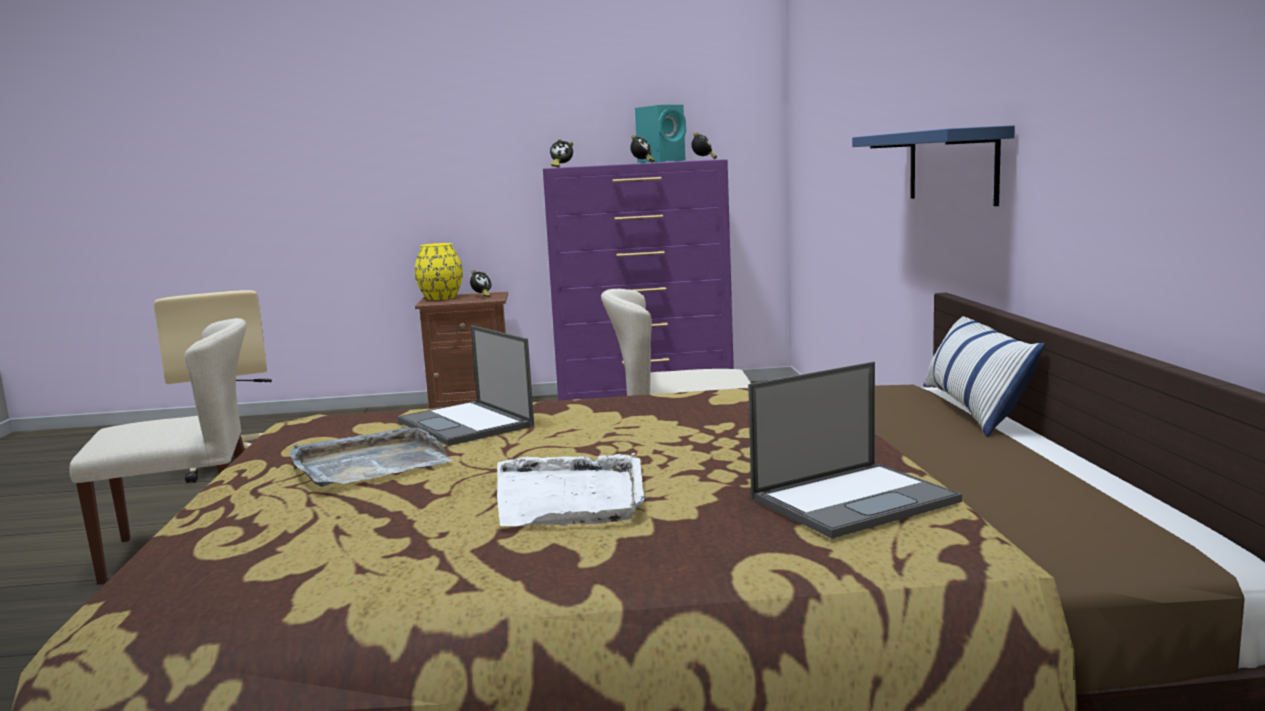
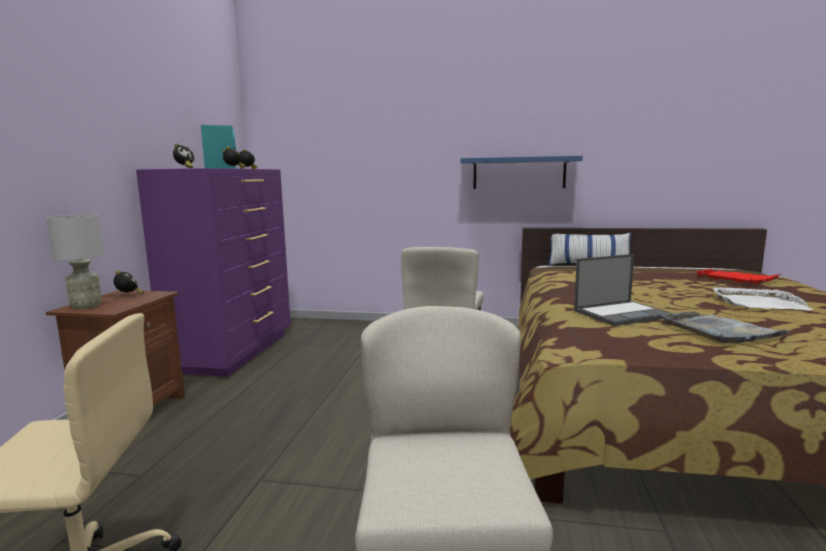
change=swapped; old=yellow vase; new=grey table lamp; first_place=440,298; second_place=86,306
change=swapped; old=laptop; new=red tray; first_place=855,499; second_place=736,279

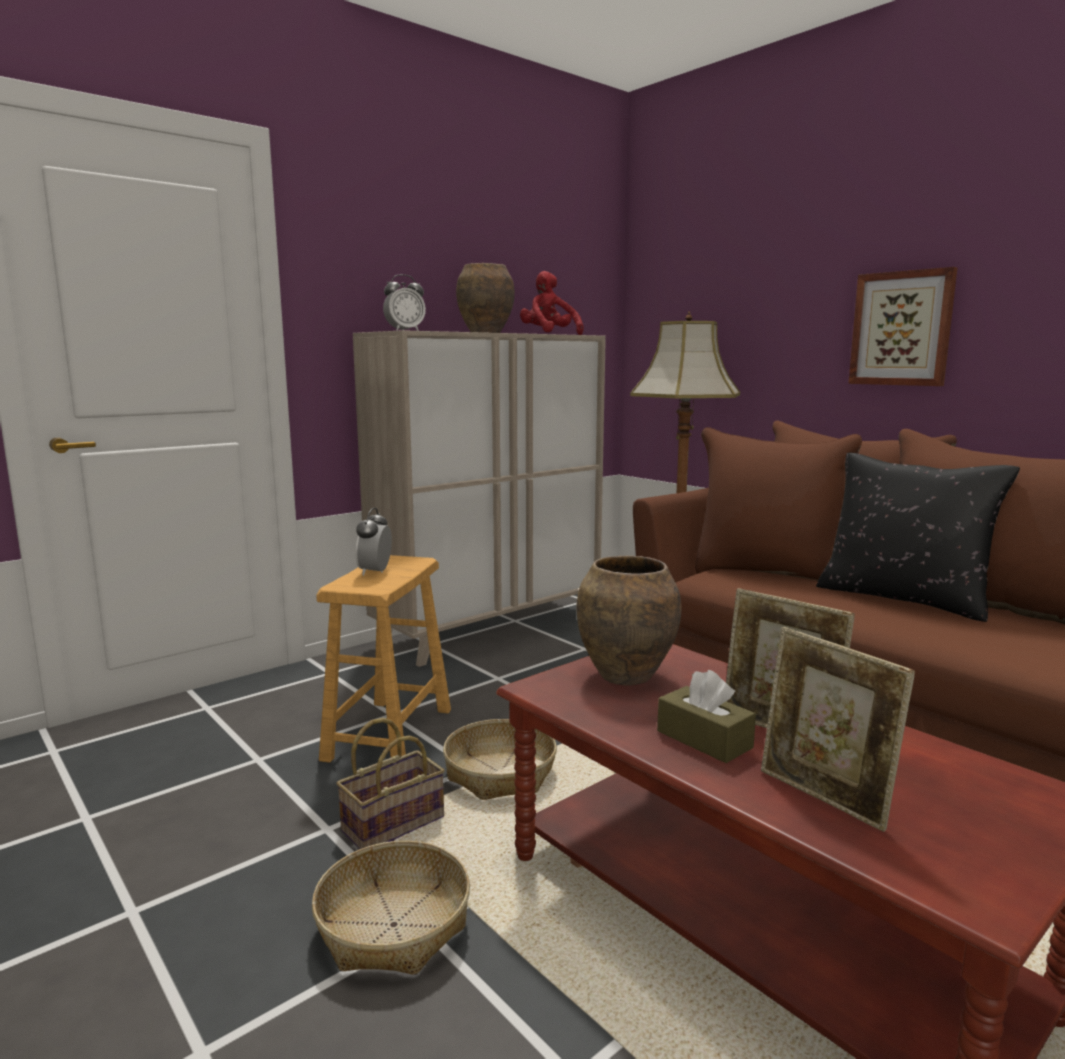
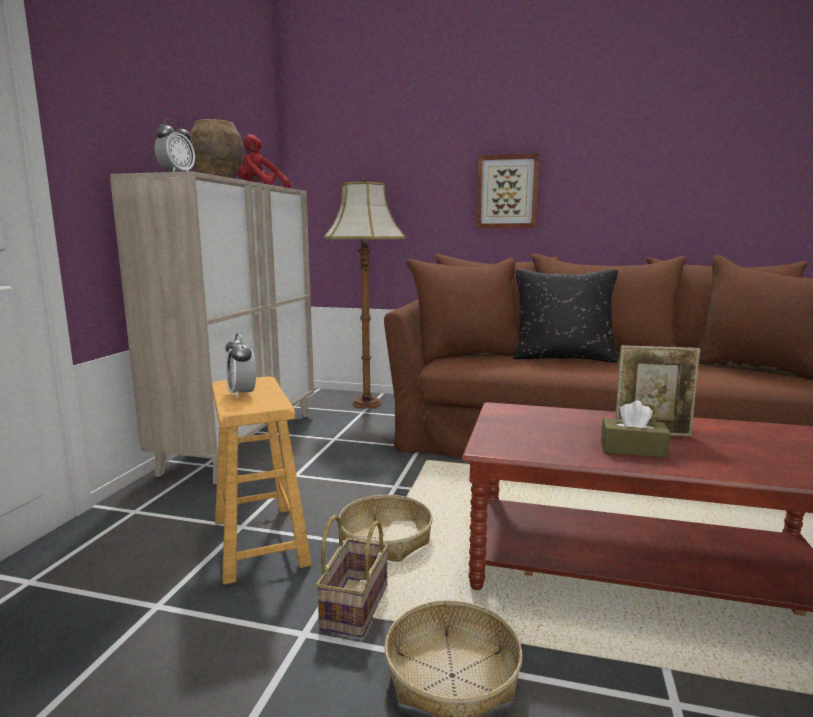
change=gone; old=brown vase; first_place=624,675
change=gone; old=picture frame; first_place=824,798

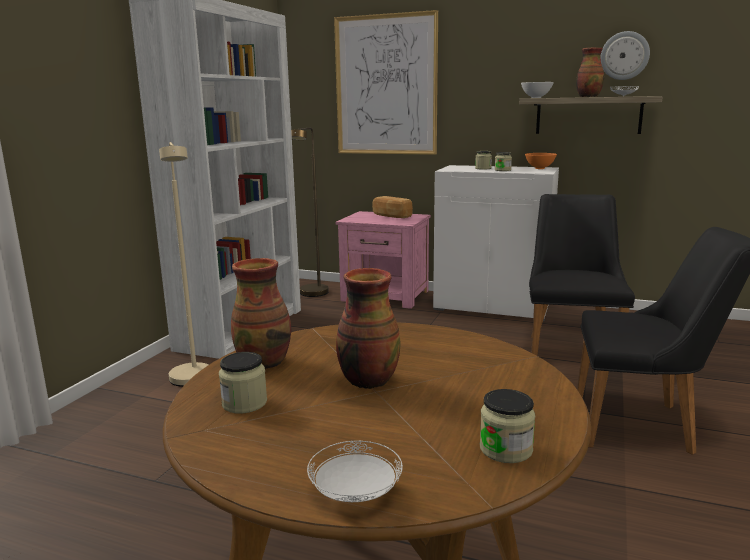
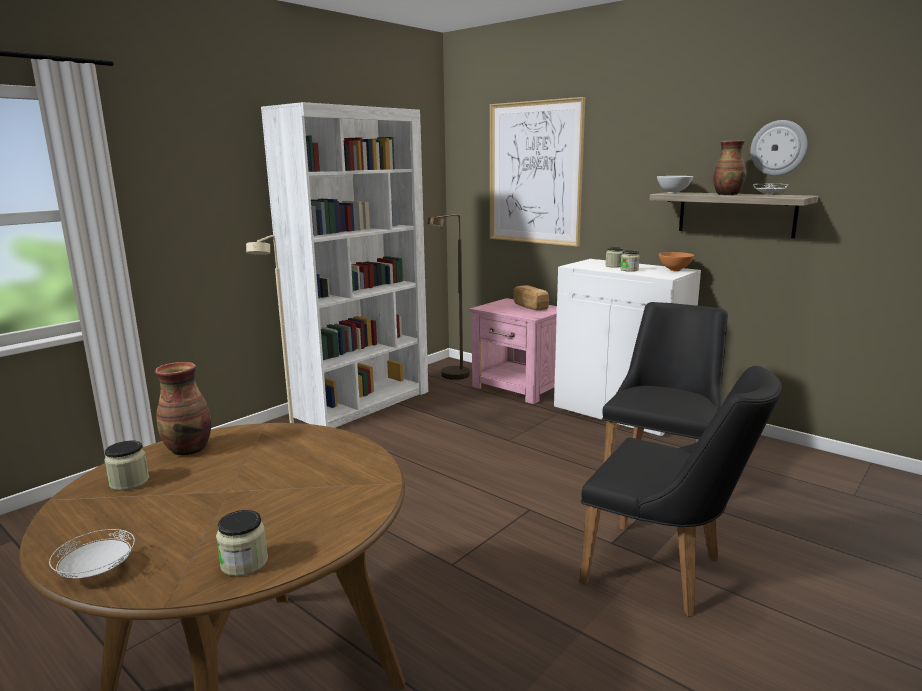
change=gone; old=vase; first_place=367,380

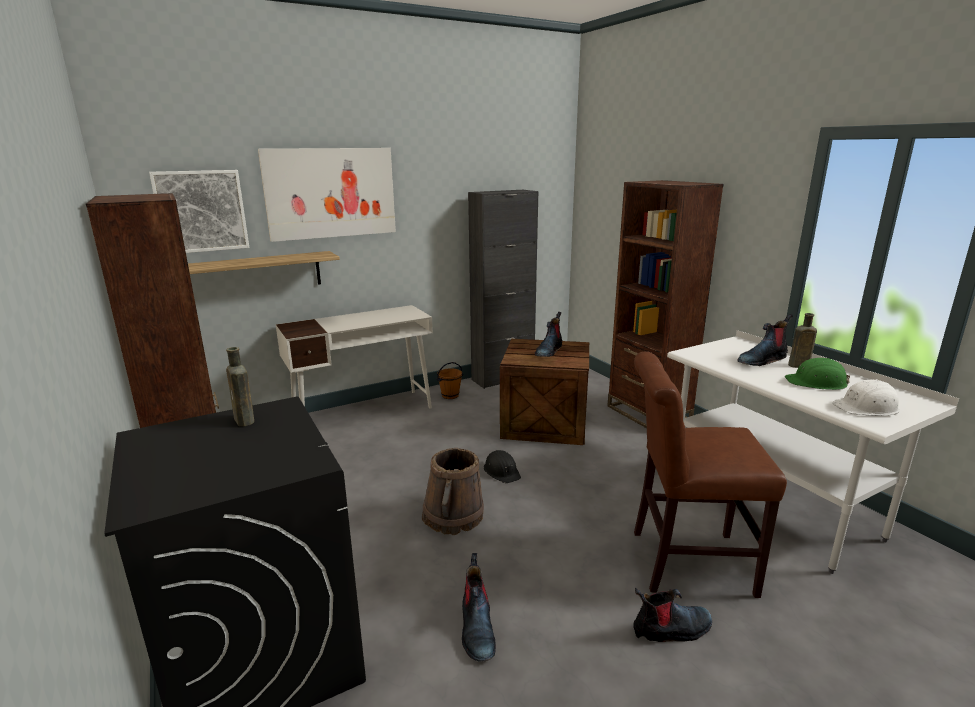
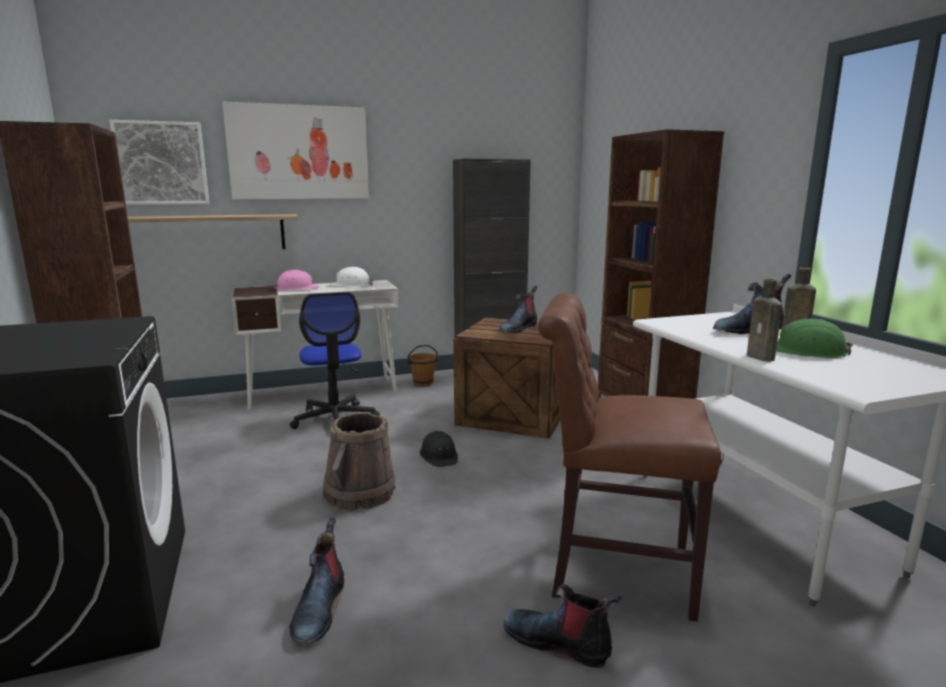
change=shifted; old=brown bottle; first_place=245,421; second_place=762,358
change=shifted; old=white hard hat; first_place=867,407; second_place=351,285
change=rotated; old=boot; first_place=671,630; second_place=558,643; degrees=-150
change=new; new=pink hard hat; second_place=297,289
change=new; new=office chair; second_place=335,419

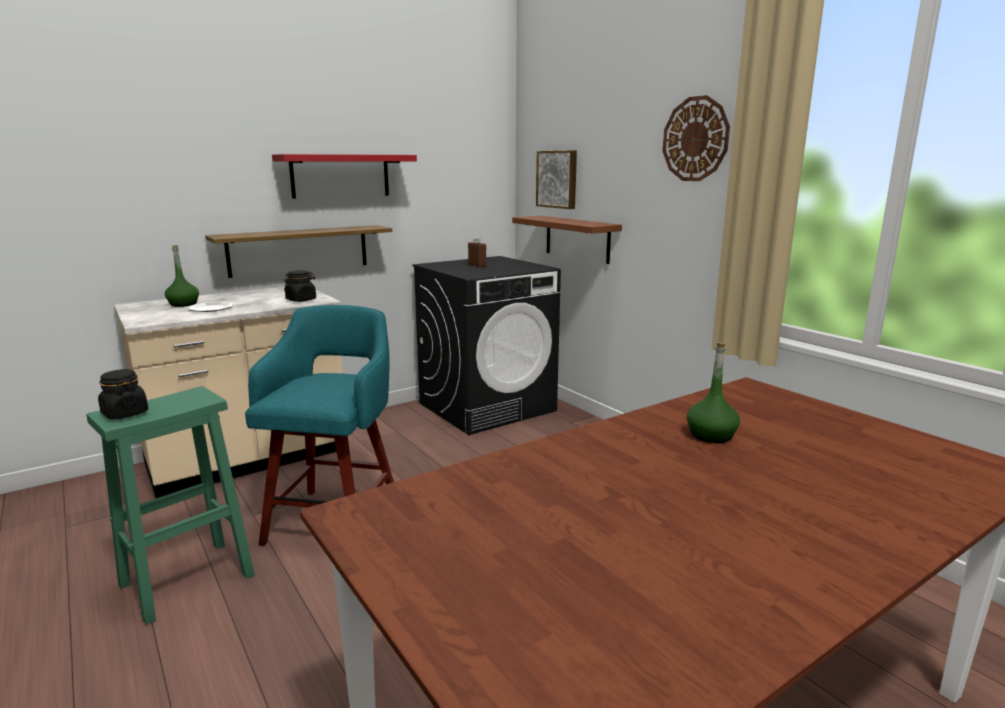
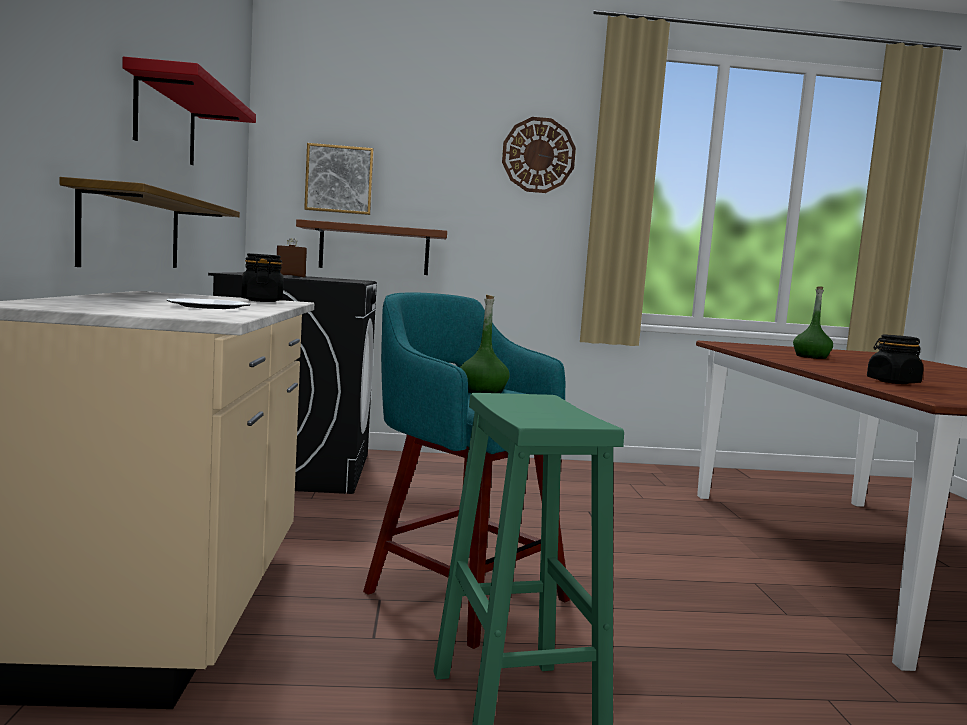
change=shifted; old=green bottle; first_place=183,304; second_place=483,391
change=shifted; old=black jar; first_place=125,413; second_place=893,382

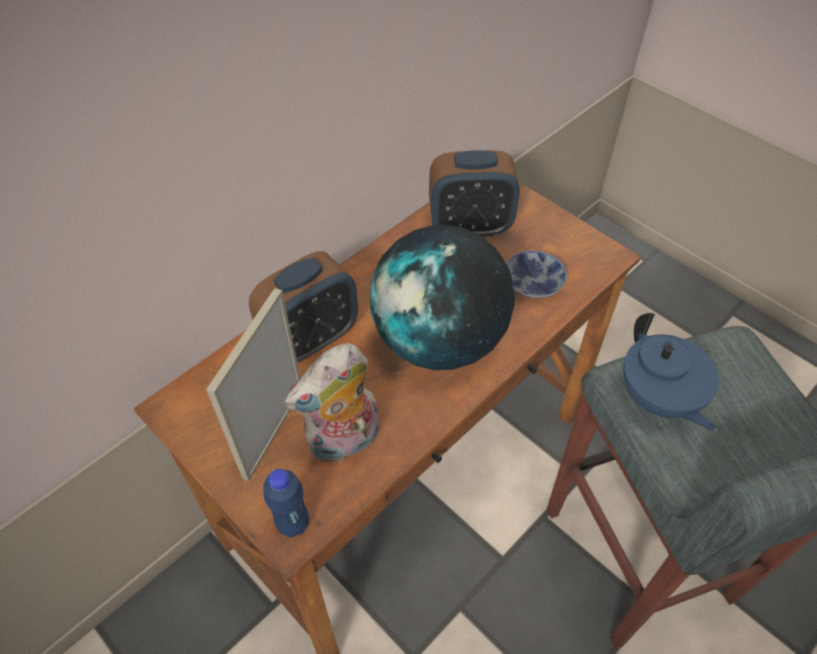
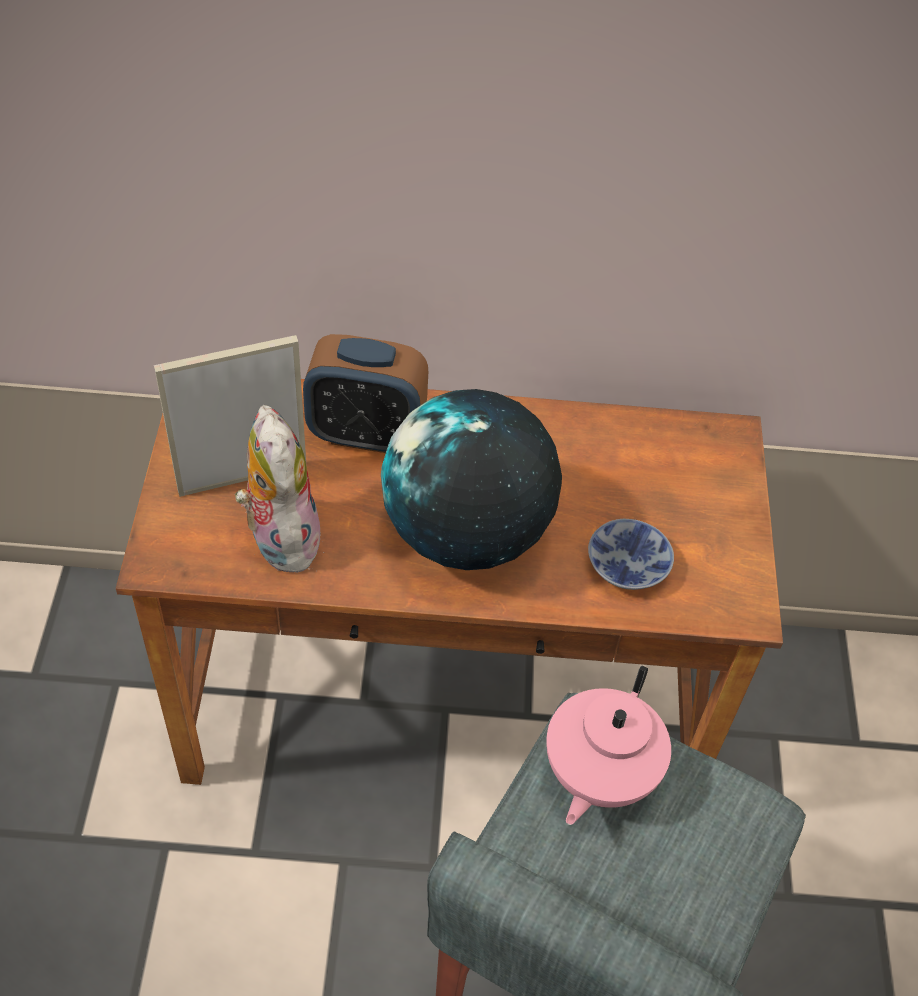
change=gone; old=alarm clock; first_place=470,226
change=repainted; old=blue teapot; new=pink teapot; first_place=658,399; second_place=598,774
change=rotated; old=plush toy; first_place=344,442; second_place=280,536; degrees=60
change=gone; old=blue bottle; first_place=293,524

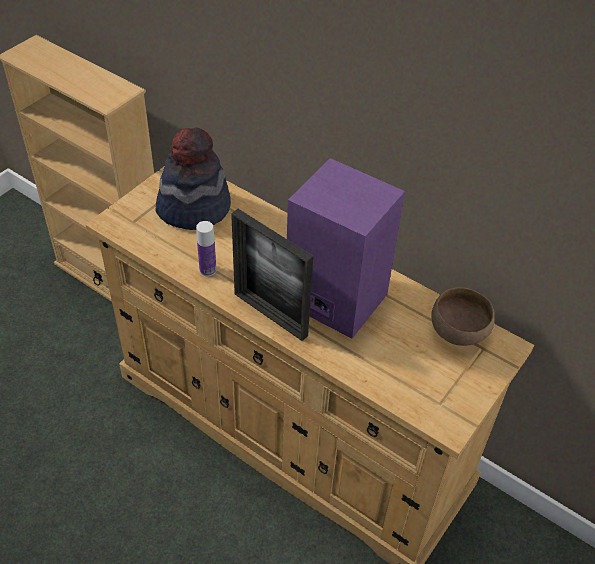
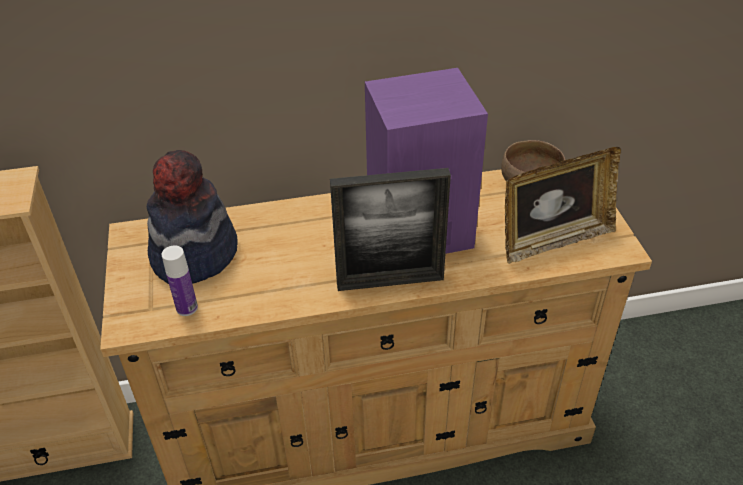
change=shifted; old=bottle; first_place=208,270; second_place=187,308
change=new; new=picture frame; second_place=554,240

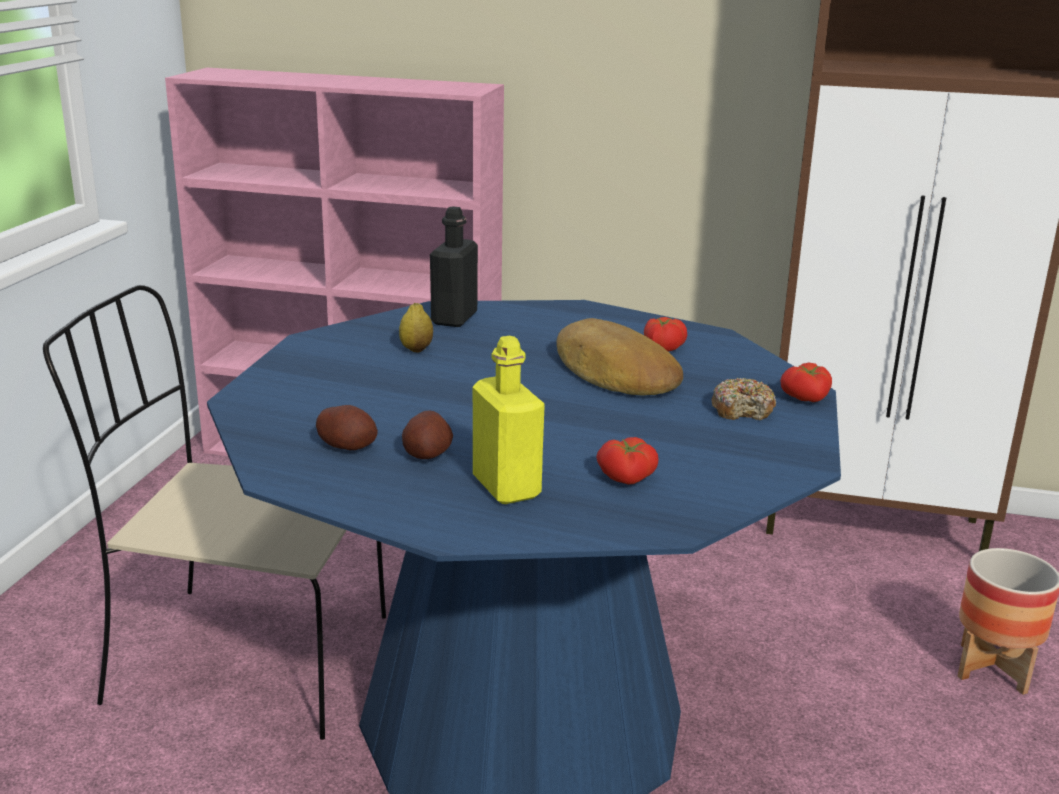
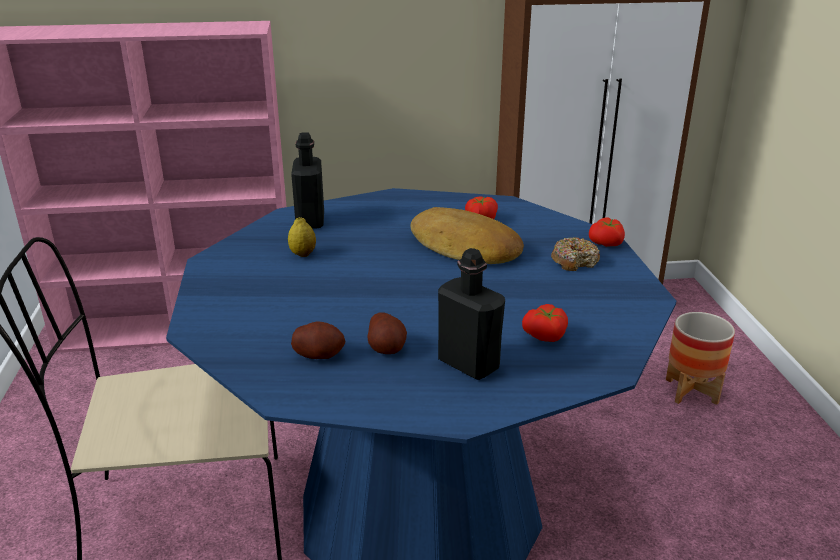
change=repainted; old=yellow bottle; new=black bottle; first_place=506,487; second_place=468,364

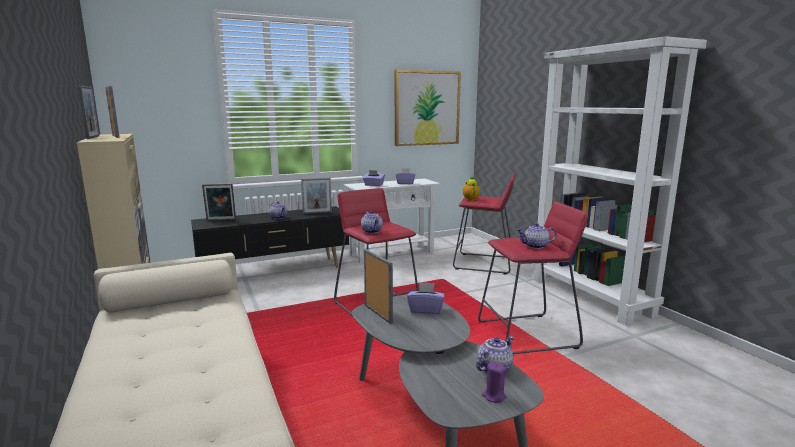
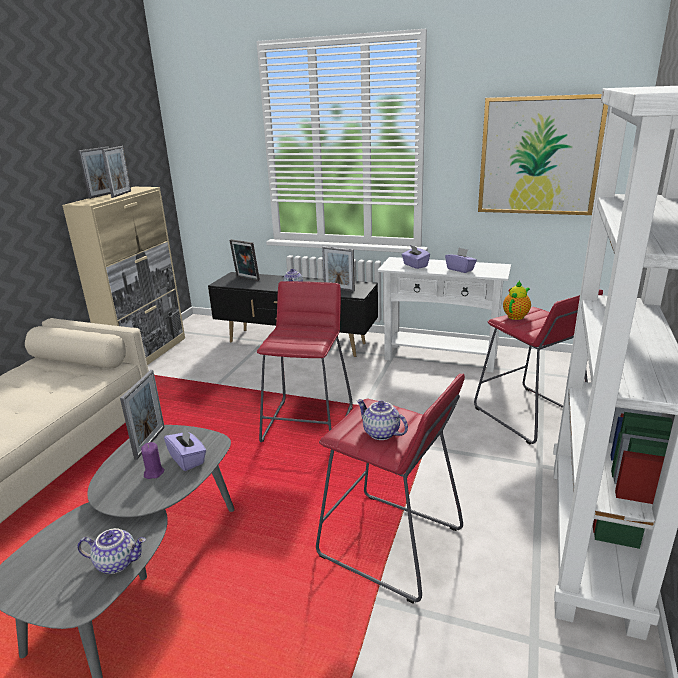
change=gone; old=teapot; first_place=372,231
change=shifted; old=purple candle; first_place=494,396; second_place=154,472

